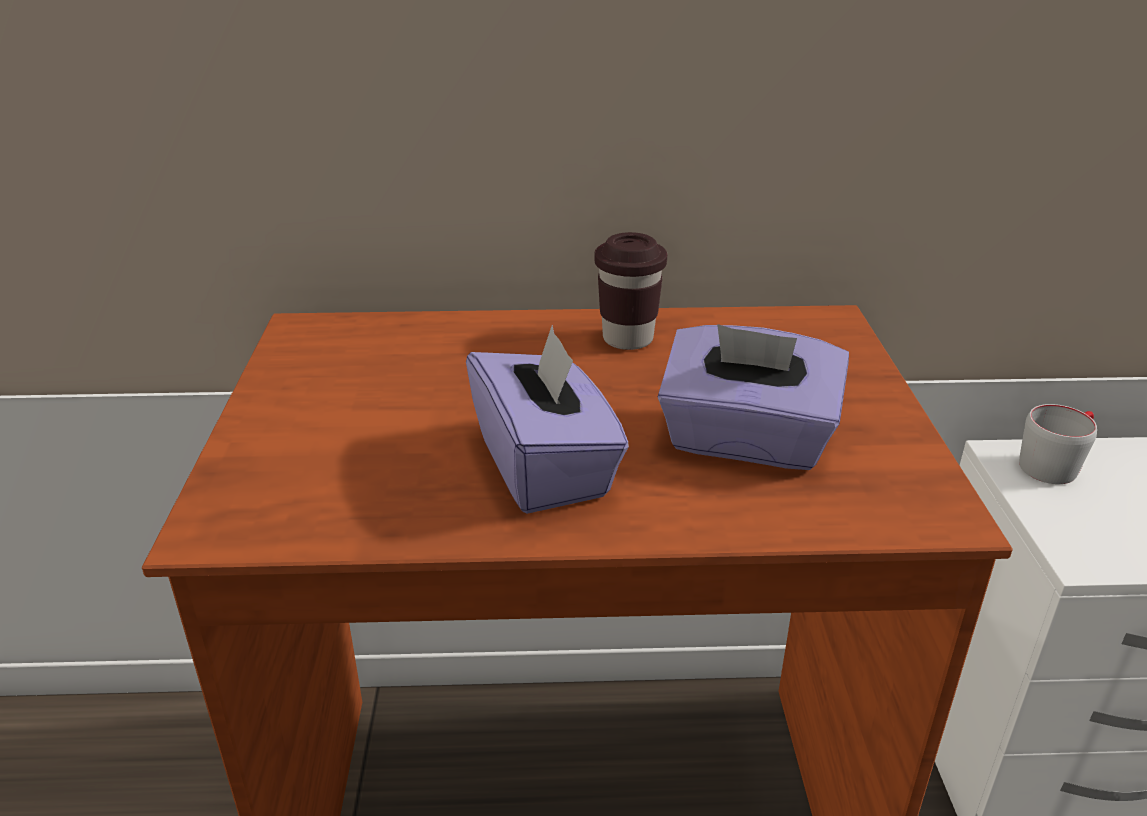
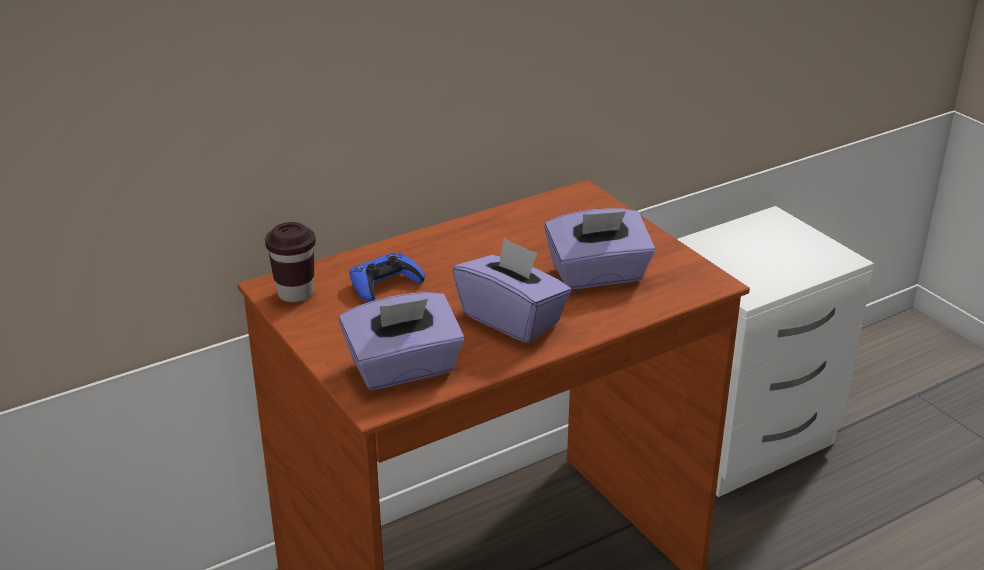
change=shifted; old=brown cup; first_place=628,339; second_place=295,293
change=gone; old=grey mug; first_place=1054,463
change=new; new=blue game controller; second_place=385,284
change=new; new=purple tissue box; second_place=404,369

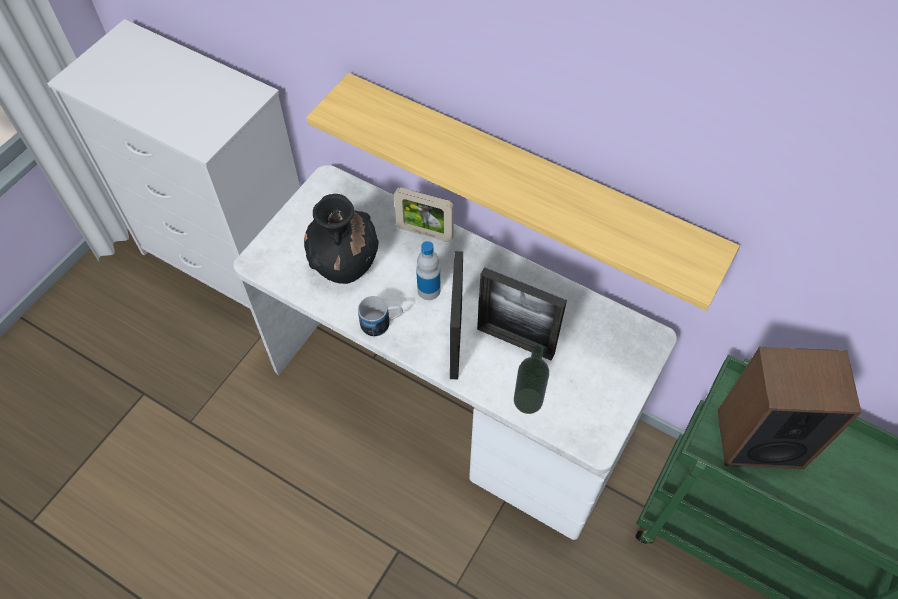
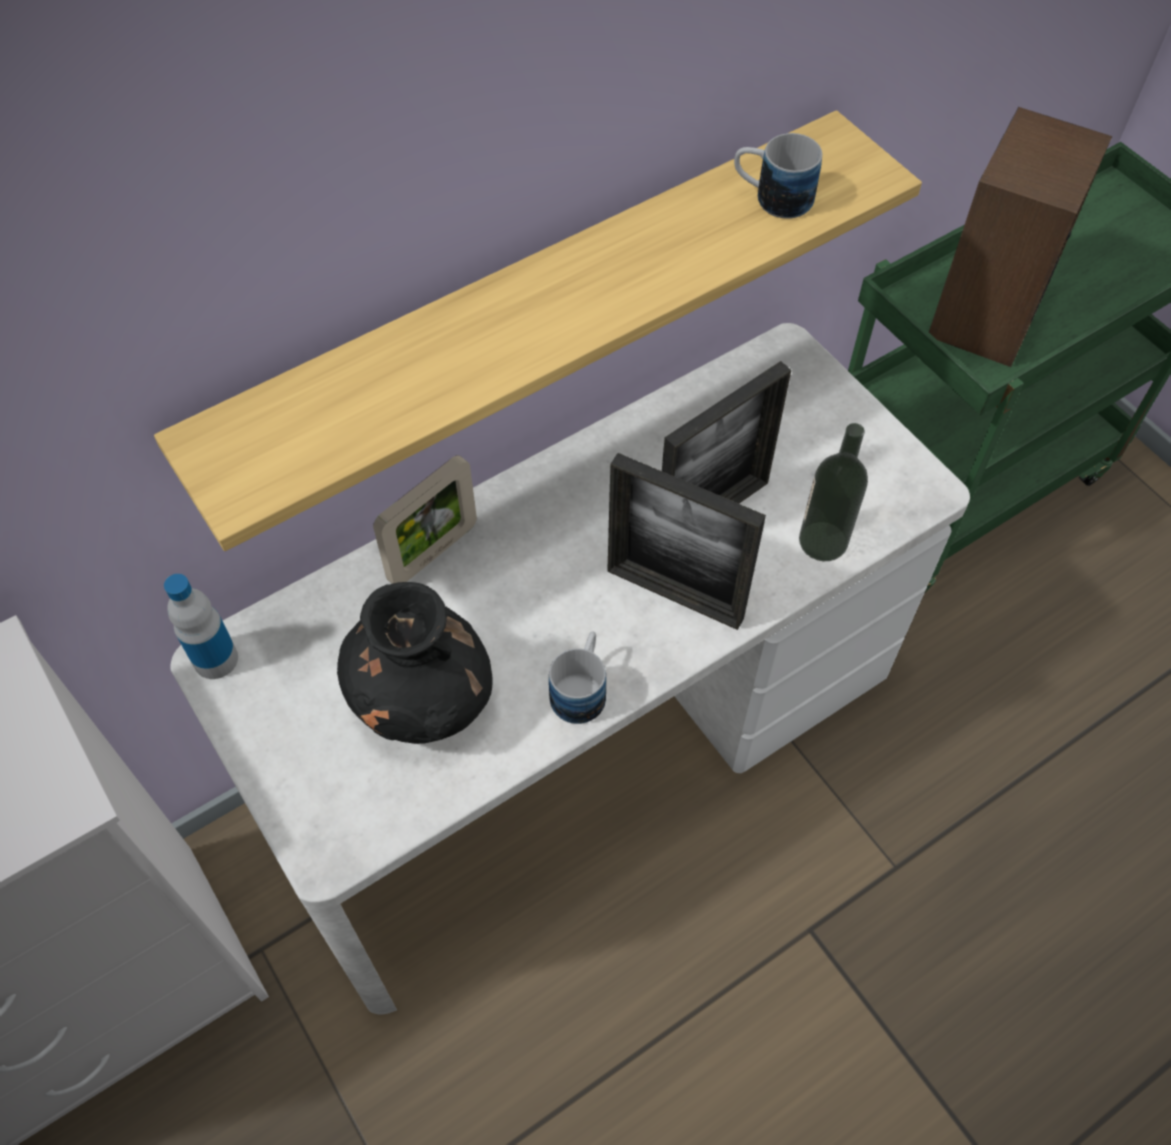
change=shifted; old=bottle; first_place=429,290; second_place=215,659
change=new; new=mug; second_place=771,197

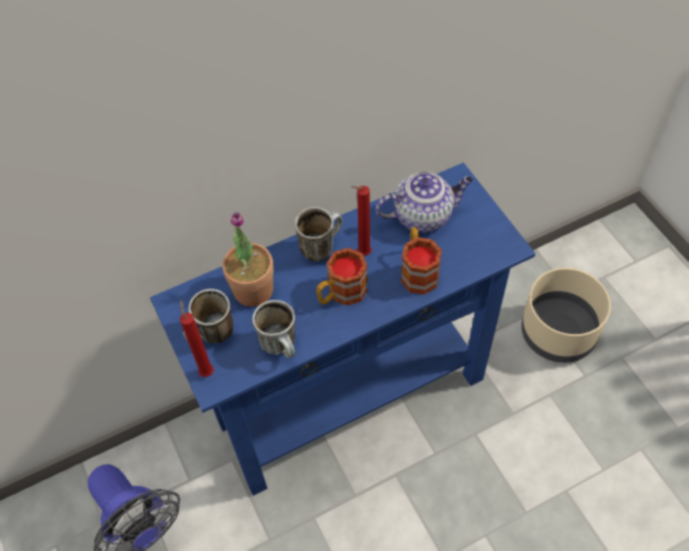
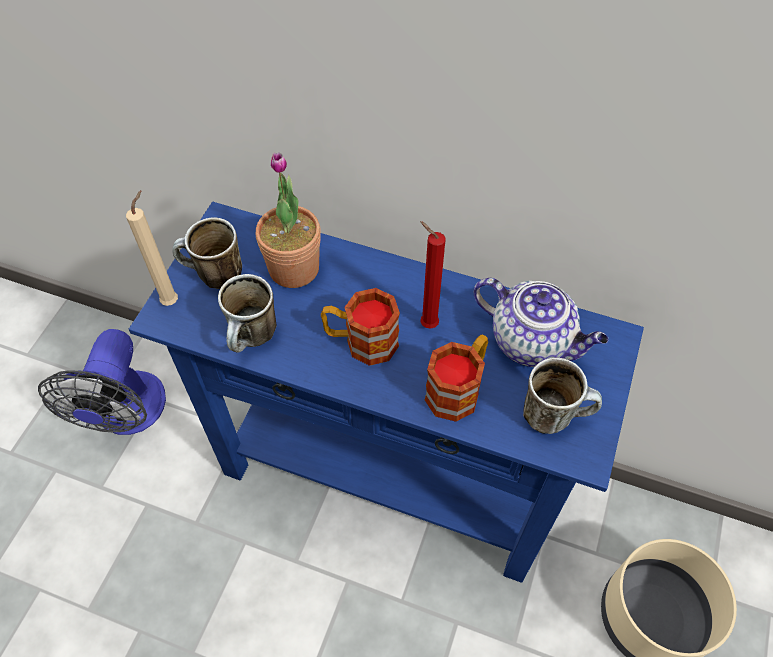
change=shifted; old=mug; first_place=320,246; second_place=554,415
change=repainted; old=red candle; new=beige candle; first_place=206,370; second_place=172,300

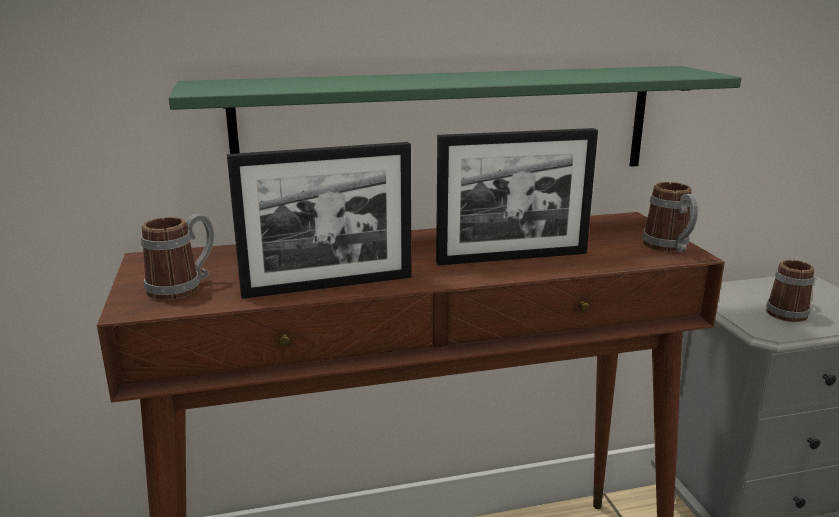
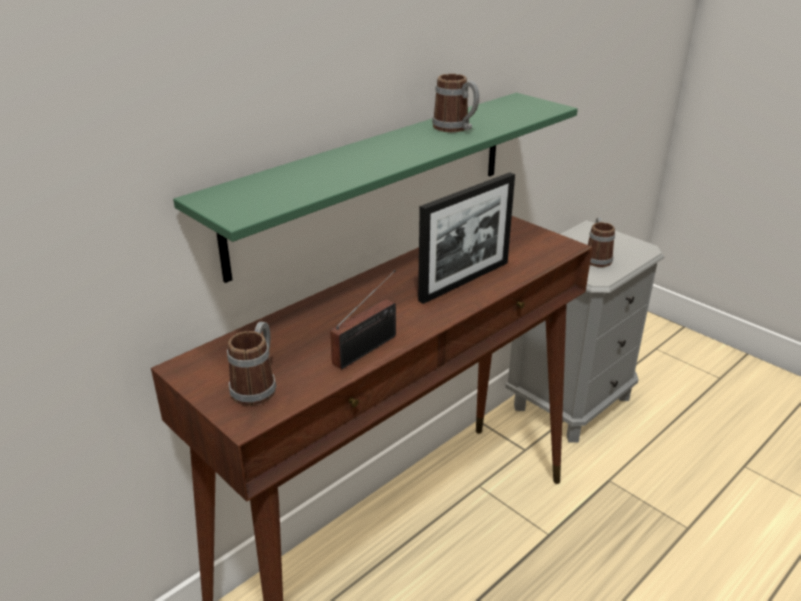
change=swapped; old=picture frame; new=radio; first_place=328,285; second_place=368,348
change=shifted; old=mug; first_place=670,248; second_place=456,128

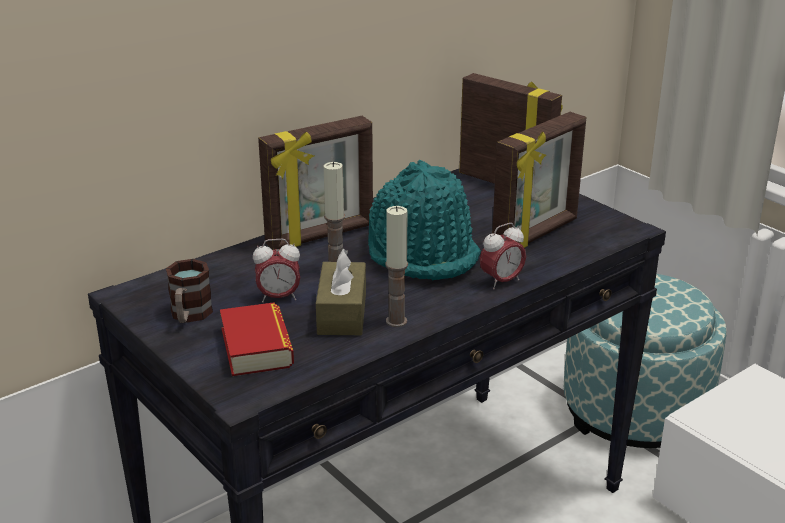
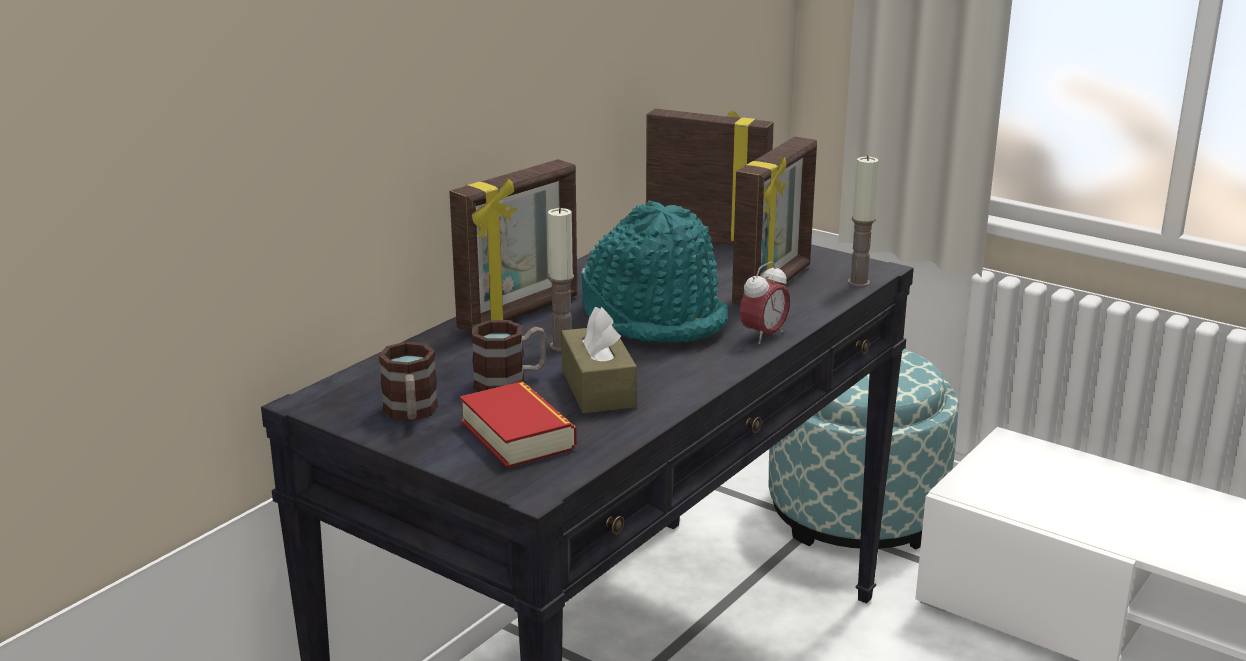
change=shifted; old=candle; first_place=396,321; second_place=858,282
change=swapped; old=alarm clock; new=mug; first_place=278,297; second_place=510,382

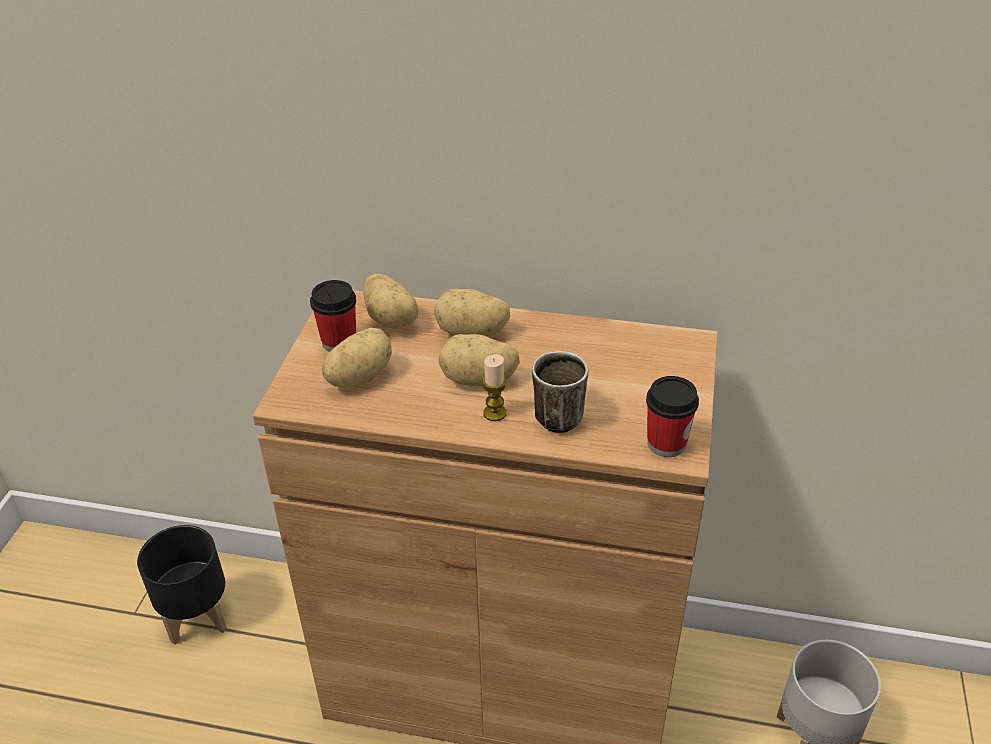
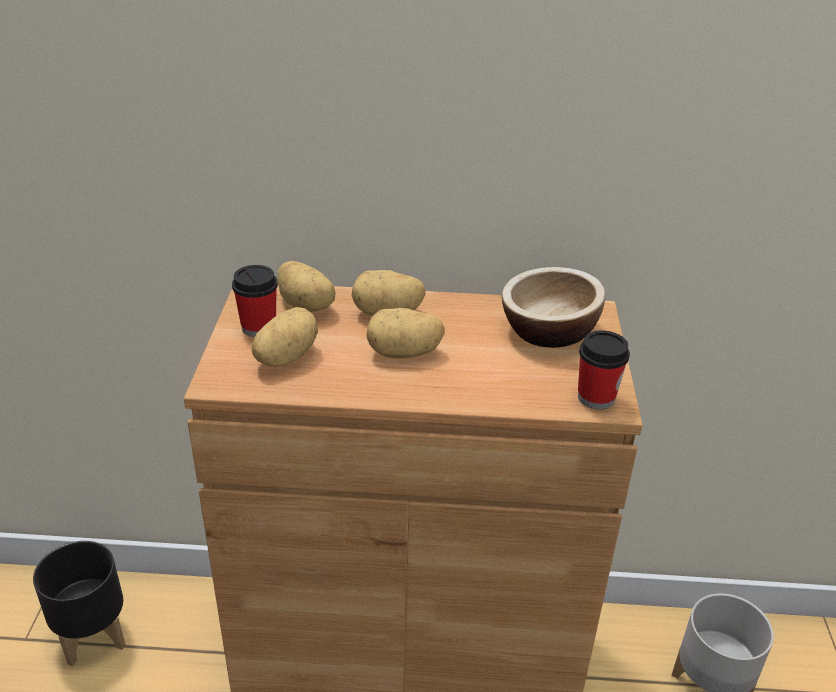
change=gone; old=mug; first_place=558,414
change=gone; old=candle; first_place=495,413
change=new; new=bowl; second_place=549,331

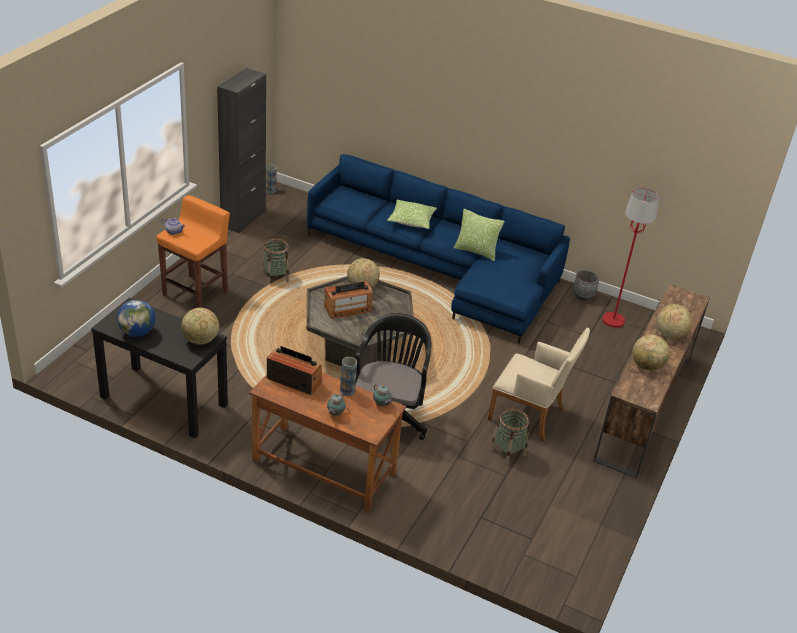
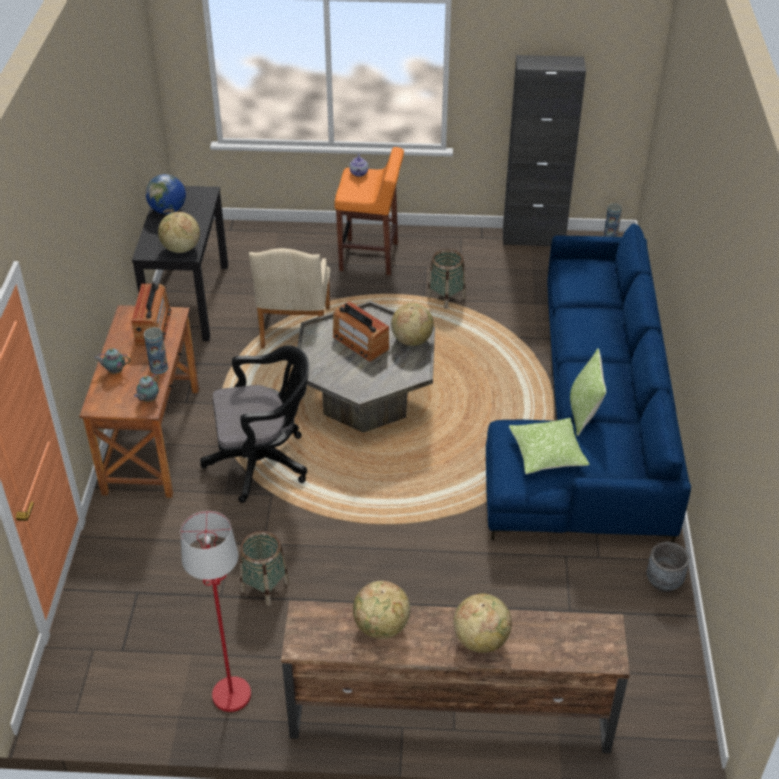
change=shifted; old=red floor lamp; first_place=613,320; second_place=231,695
change=shifted; old=pillow; first_place=411,220; second_place=547,454
change=shifted; old=beige armchair; first_place=530,416; second_place=294,332

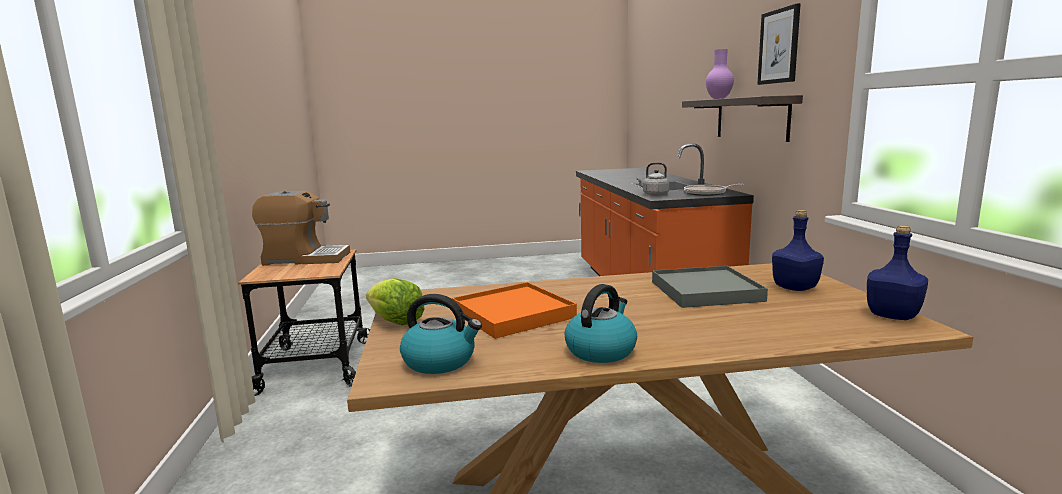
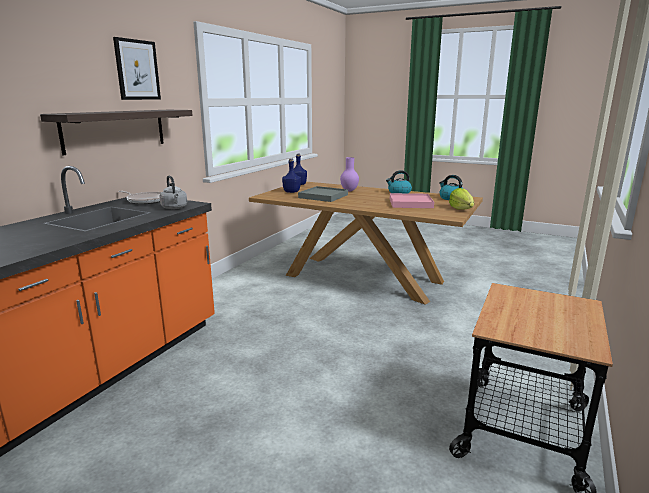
change=shifted; old=purple vase; first_place=718,99; second_place=349,190
change=gone; old=coffee machine; first_place=305,259
change=repainted; old=orange tray; new=pink tray; first_place=513,314; second_place=410,203

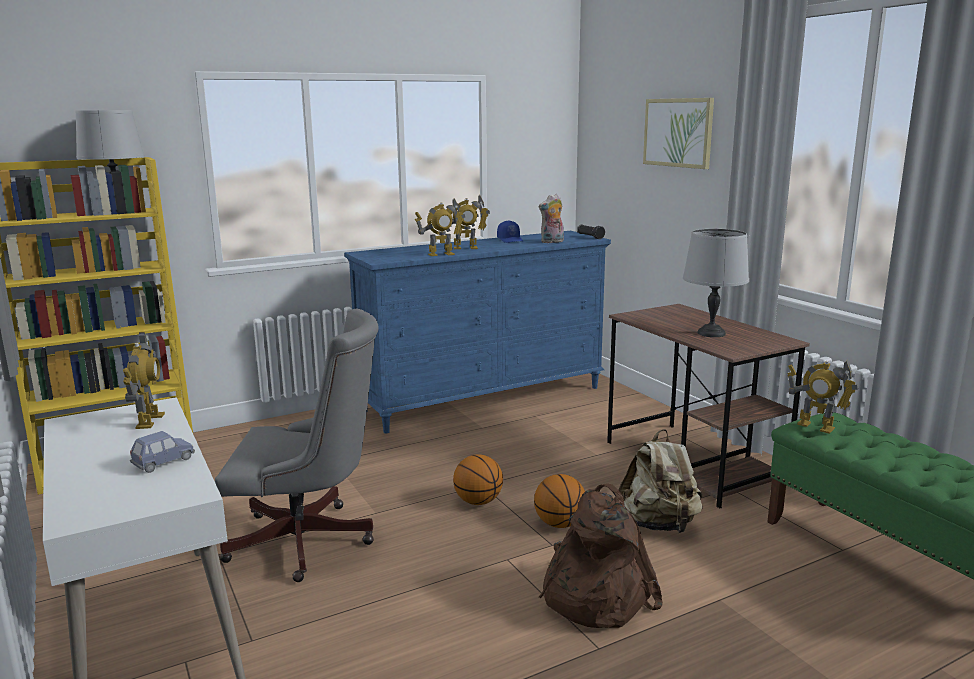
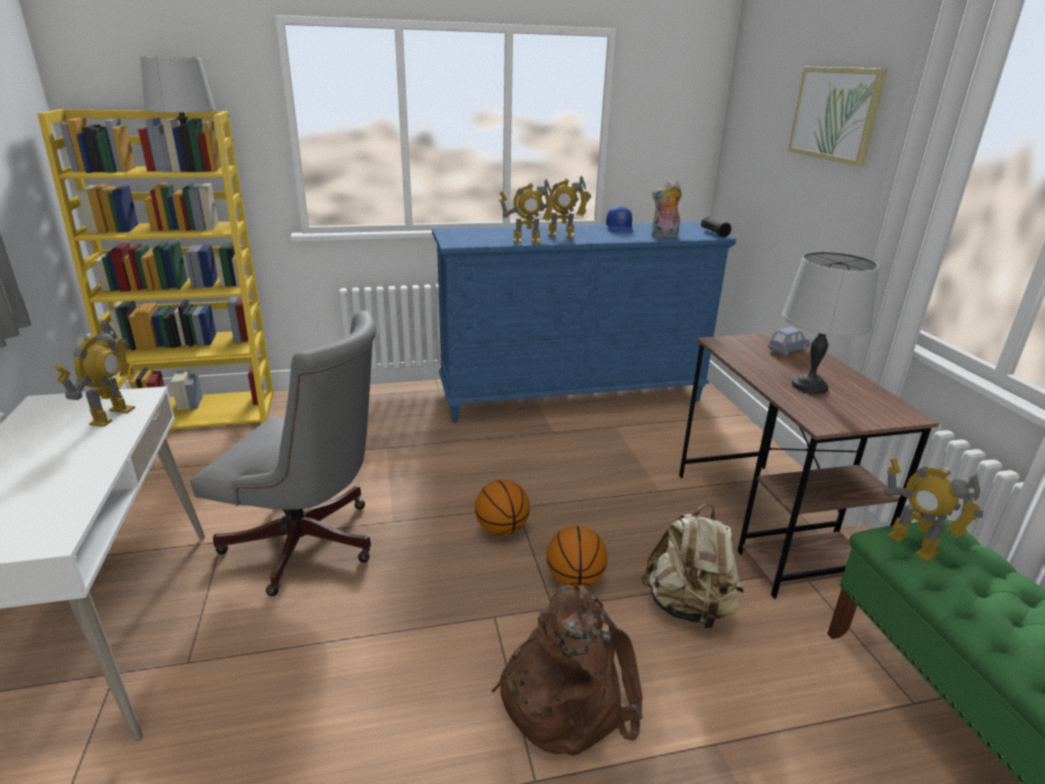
change=shifted; old=blue toy car; first_place=163,462; second_place=787,350

